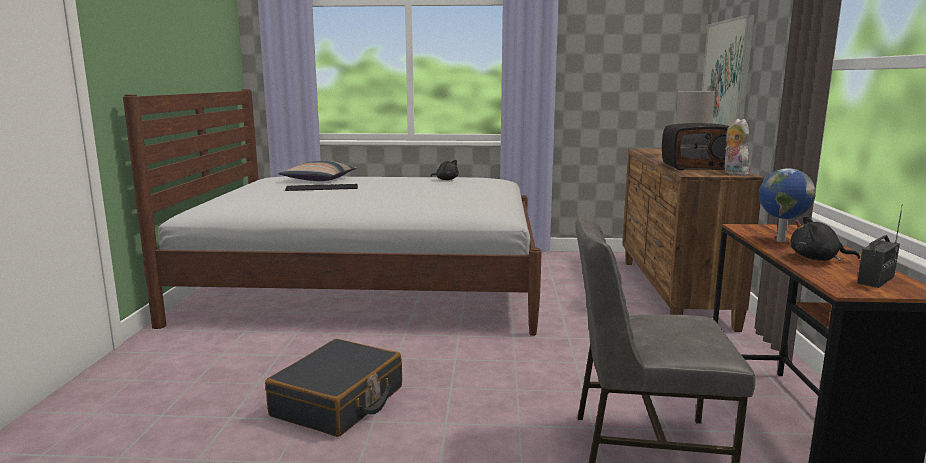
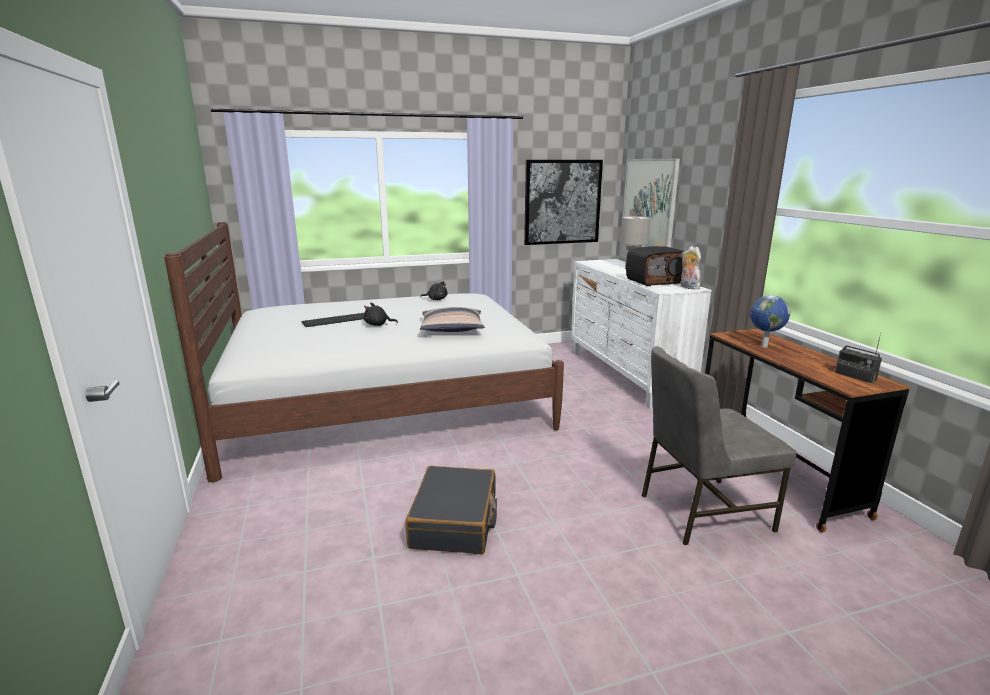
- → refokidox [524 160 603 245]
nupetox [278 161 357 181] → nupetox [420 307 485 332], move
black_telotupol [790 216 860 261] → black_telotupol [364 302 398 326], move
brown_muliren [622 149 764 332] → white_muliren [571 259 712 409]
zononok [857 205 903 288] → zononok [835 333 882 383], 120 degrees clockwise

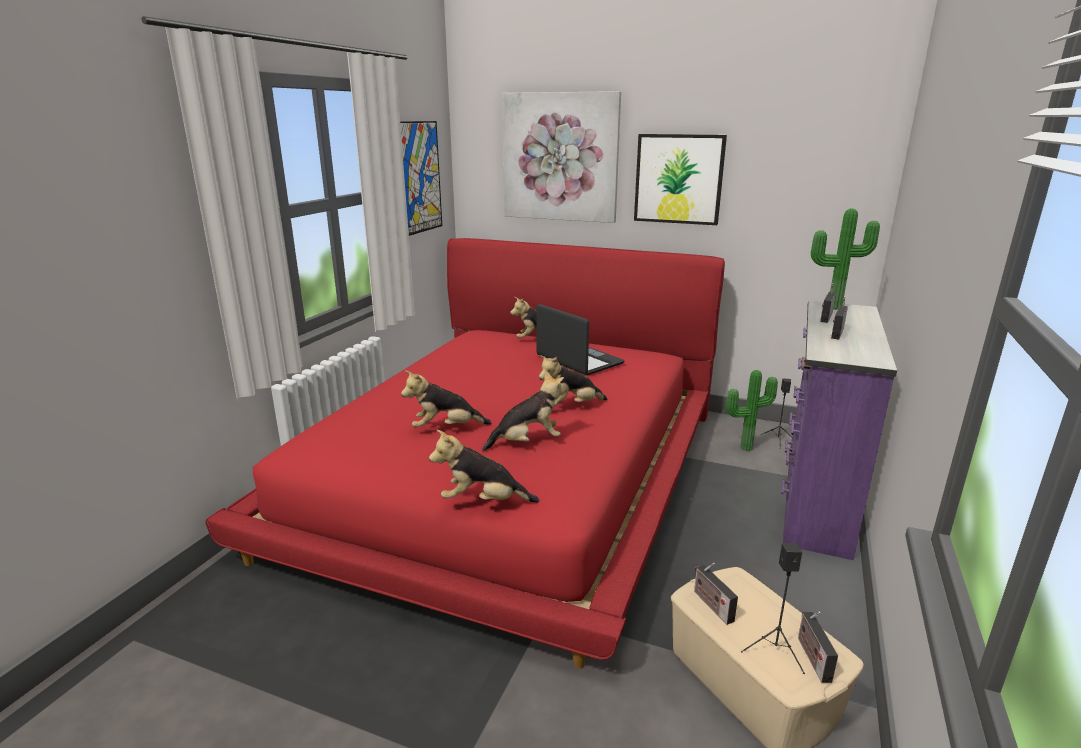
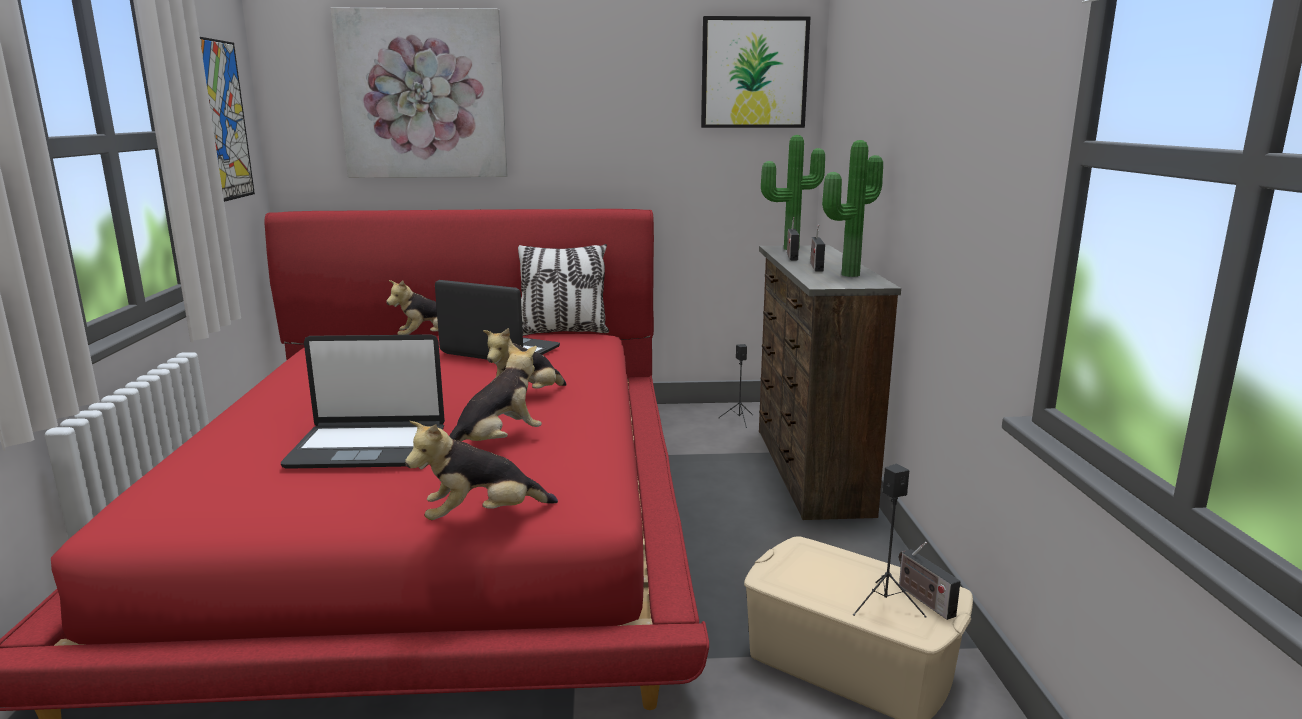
zononok [694 563 738 625] → -
- → nupetox [518 244 609 336]
refokidox [634 134 727 225] → refokidox [701 16 810 128], move
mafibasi [726 370 778 451] → mafibasi [822 140 883 277], move
telotupol [401 370 492 427] → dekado [281 334 445 469]
purple_muliren [781 301 897 560] → brown_muliren [759 245 901 520]

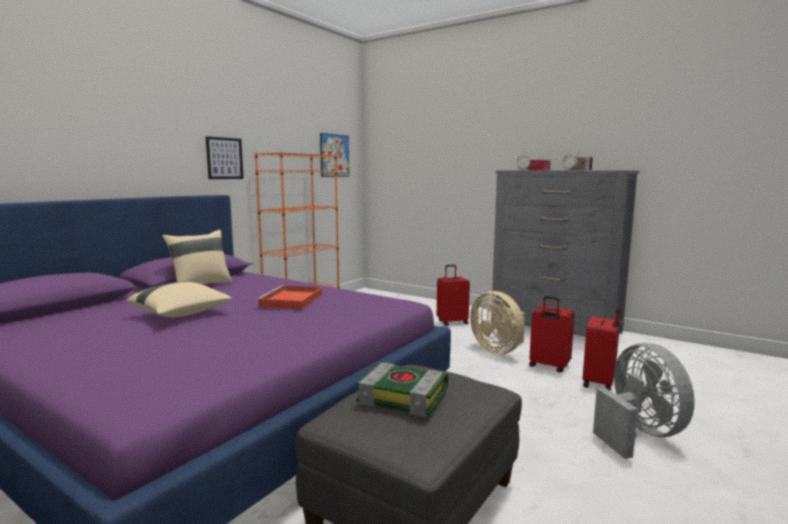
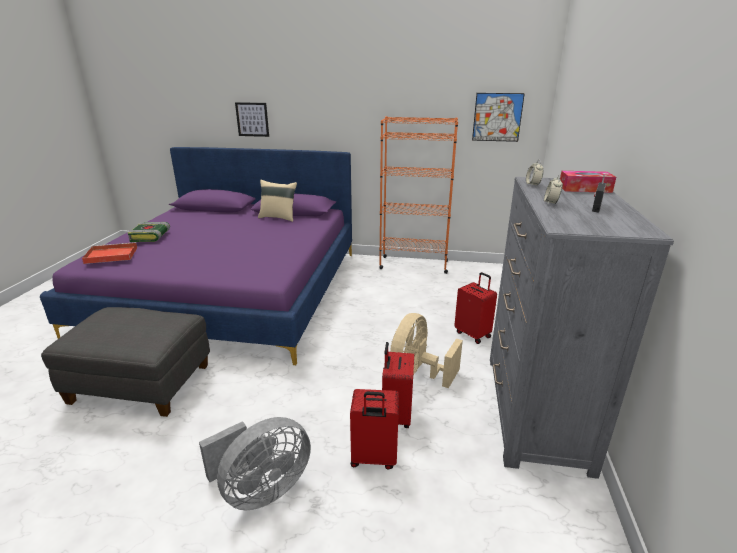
beige_nupetox [126 281 232 317] → -
refokidox [206 136 244 179] → refokidox [235 102 269 137], move
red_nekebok [256 285 322 309] → red_nekebok [82 242 138 264], move
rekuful [356 362 449 417] → rekuful [128 222 170 242], move

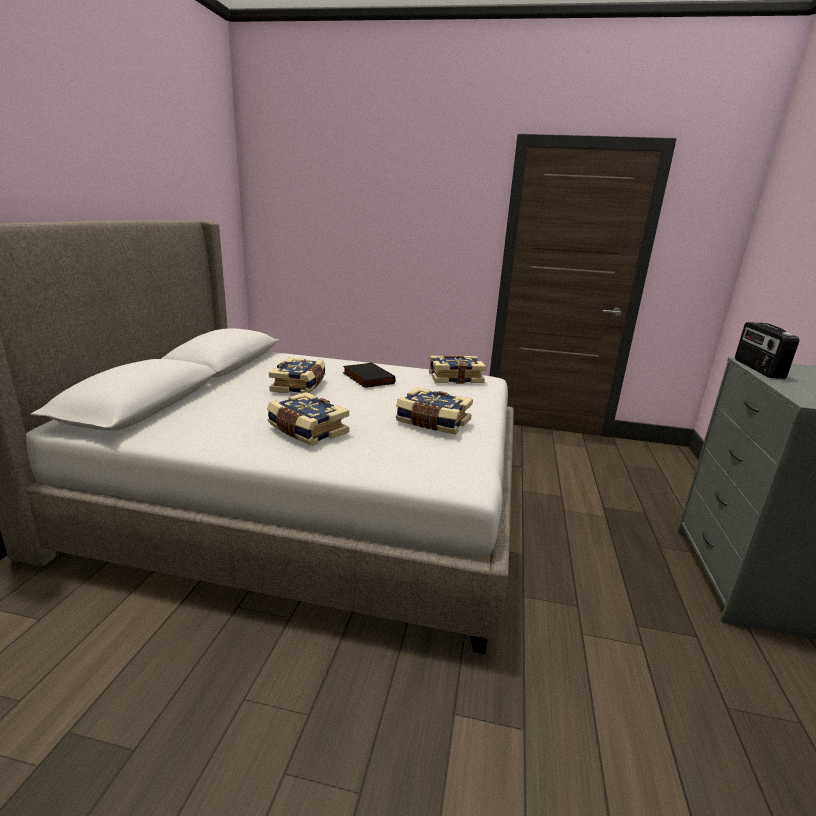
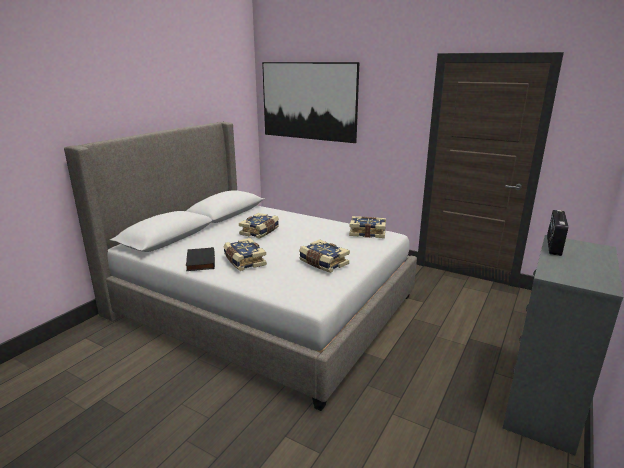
- → refokidox [262 62 359 143]
black_rekuful [343 362 396 388] → black_rekuful [186 247 215 271], move

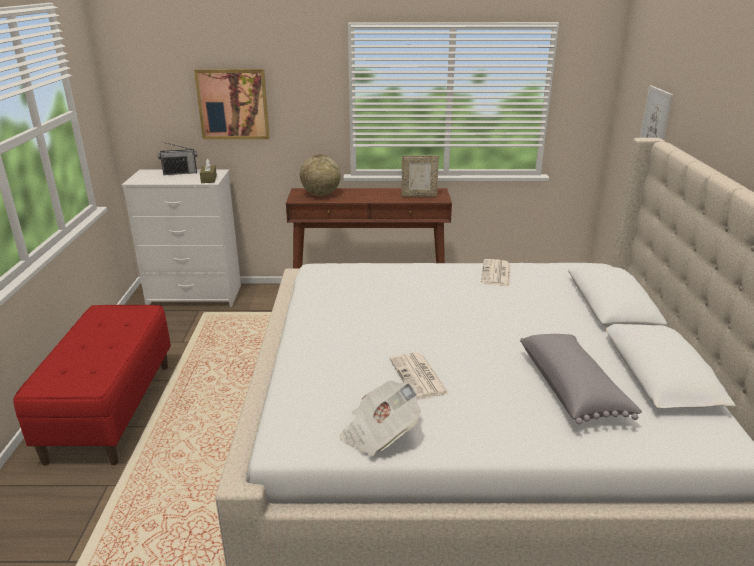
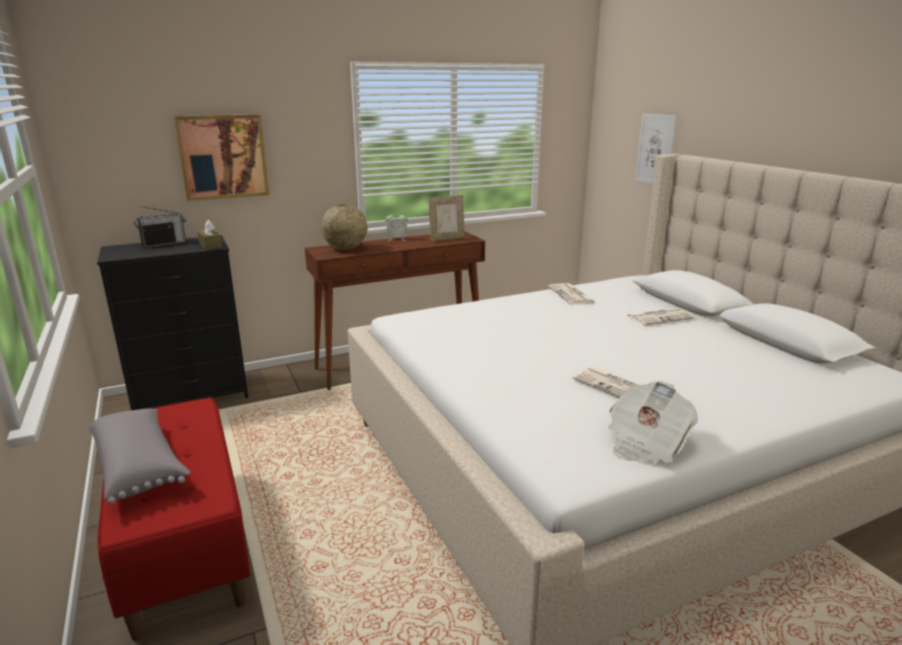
- → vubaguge [385 212 408 241]
- → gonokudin [627 308 694 326]
grey_nupetox [520 334 642 425] → grey_nupetox [89 409 190 504], move
white_muliren [122 169 241 307] → black_muliren [97 235 248 410]

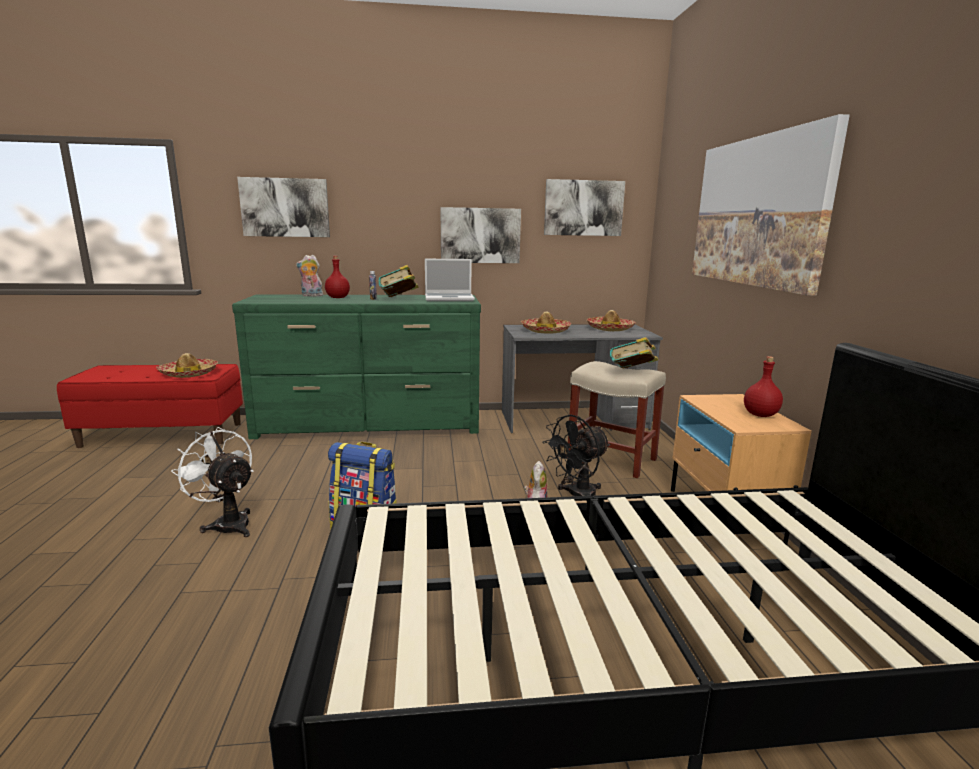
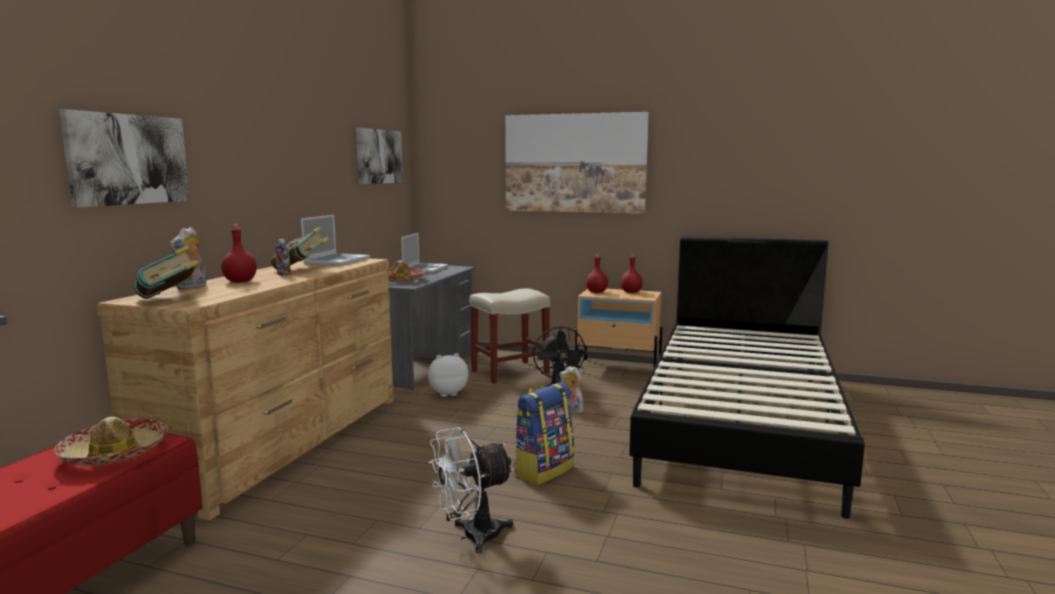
refokidox [441 207 521 263] → -
- → telotupol [428 353 468 397]
- → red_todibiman [586 254 608 293]
rekuful [610 337 658 368] → rekuful [134 245 200 299], move
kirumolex [587 310 636 331] → dekado [401 233 448 273]
green_muliren [232 294 481 439] → brown_muliren [97 259 393 521]

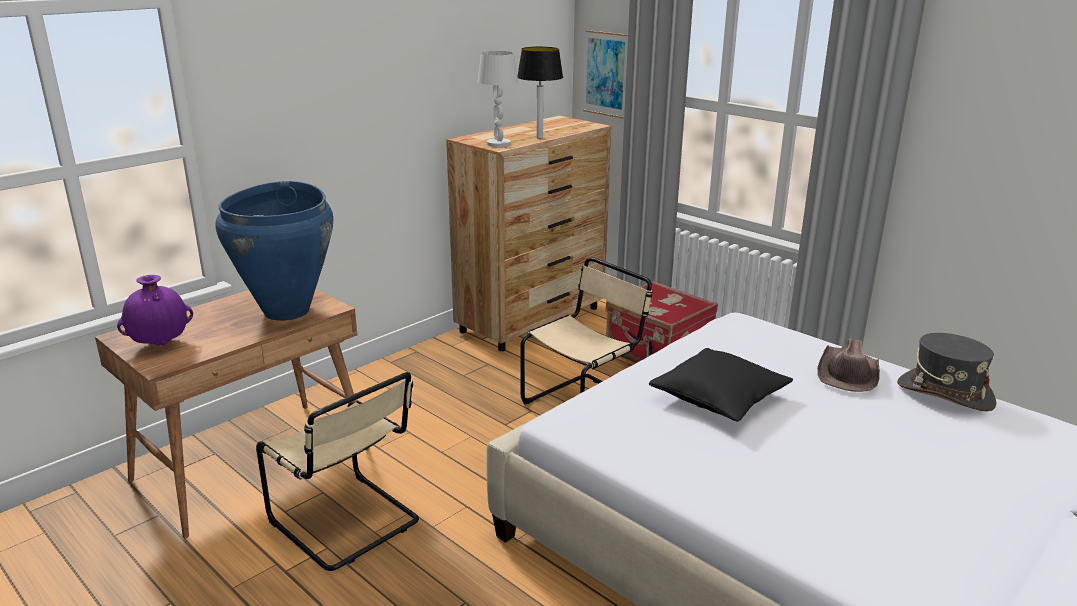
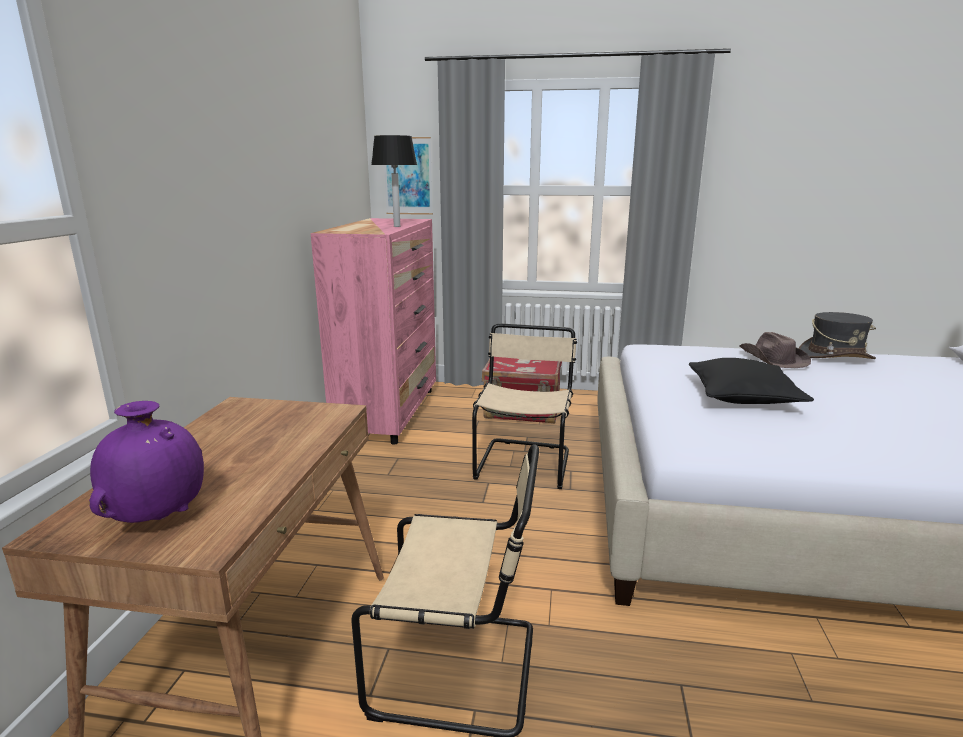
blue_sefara [215 181 333 321] → -
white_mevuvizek [478 51 518 147] → -
brown_muliren [446 116 612 351] → pink_muliren [311 218 436 445]

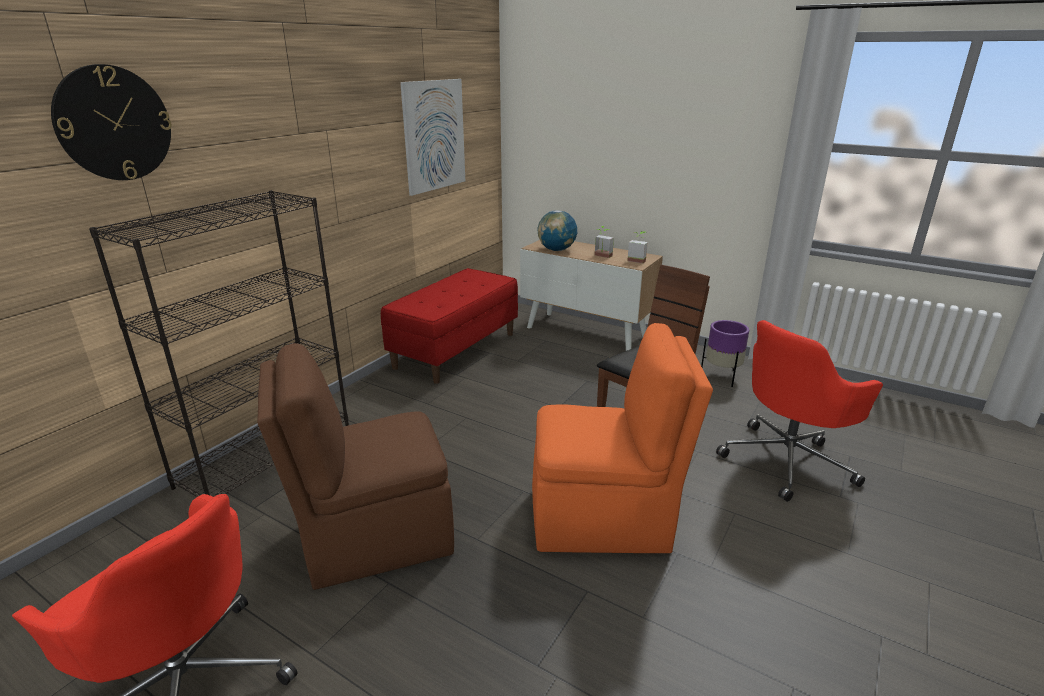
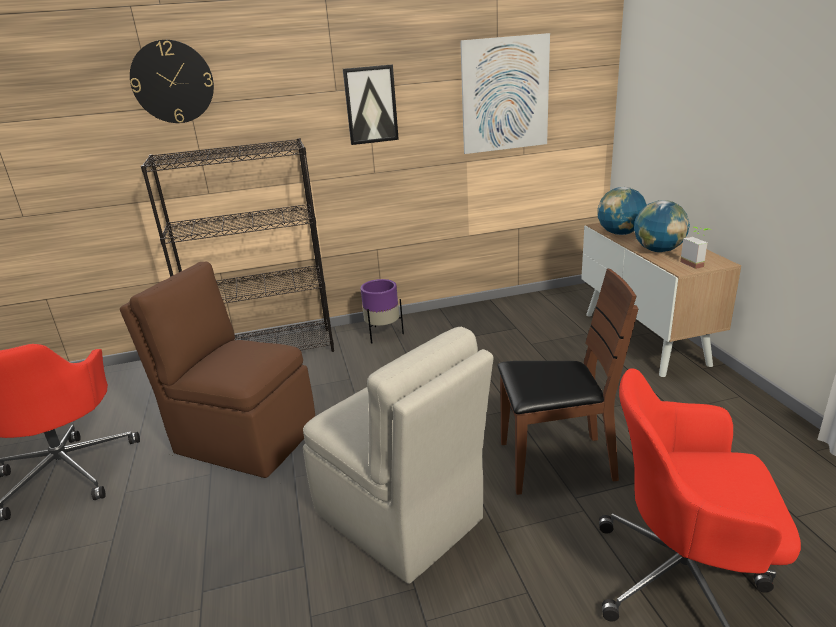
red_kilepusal [381 268 518 384] → -
- → refokidox [343 65 399 145]
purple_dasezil [701 320 749 387] → purple_dasezil [361 279 404 344], move
mafibasi [595 226 614 258] → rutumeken [634 200 690 252]
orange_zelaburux [532 323 713 553] → beige_zelaburux [303 327 494 584]

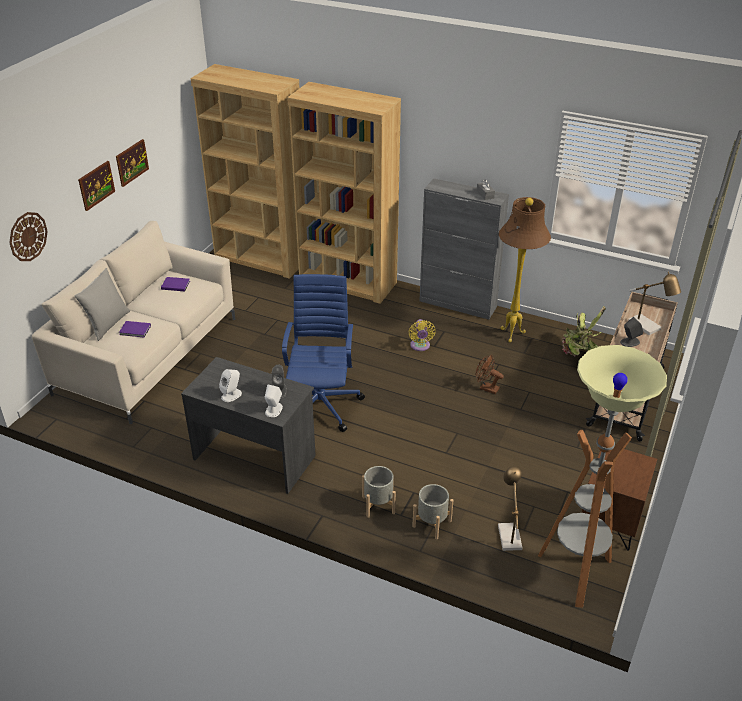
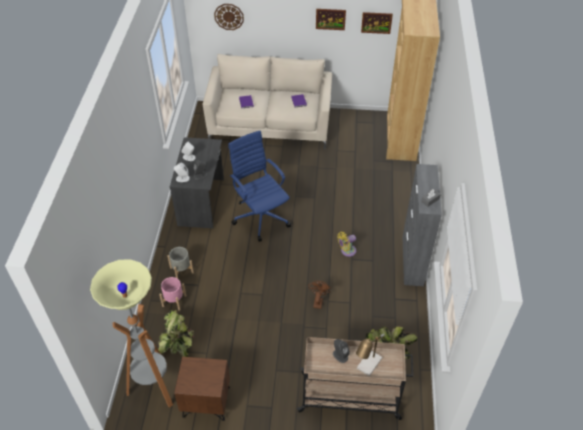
grey_nupetox [75 268 130 341] → -
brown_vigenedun [287 82 401 304] → -
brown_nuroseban [499 197 551 343] → -
refokidox [78 161 115 211] → refokidox [361 12 393 34], move
mevuvizek [498 466 522 551] → mafibasi [158 310 194 357]
grey_dasezil [412 484 453 539] → pink_dasezil [159 277 186 311]
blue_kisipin [282 274 365 432] → blue_kisipin [228 131 291 242], 105 degrees counterclockwise

